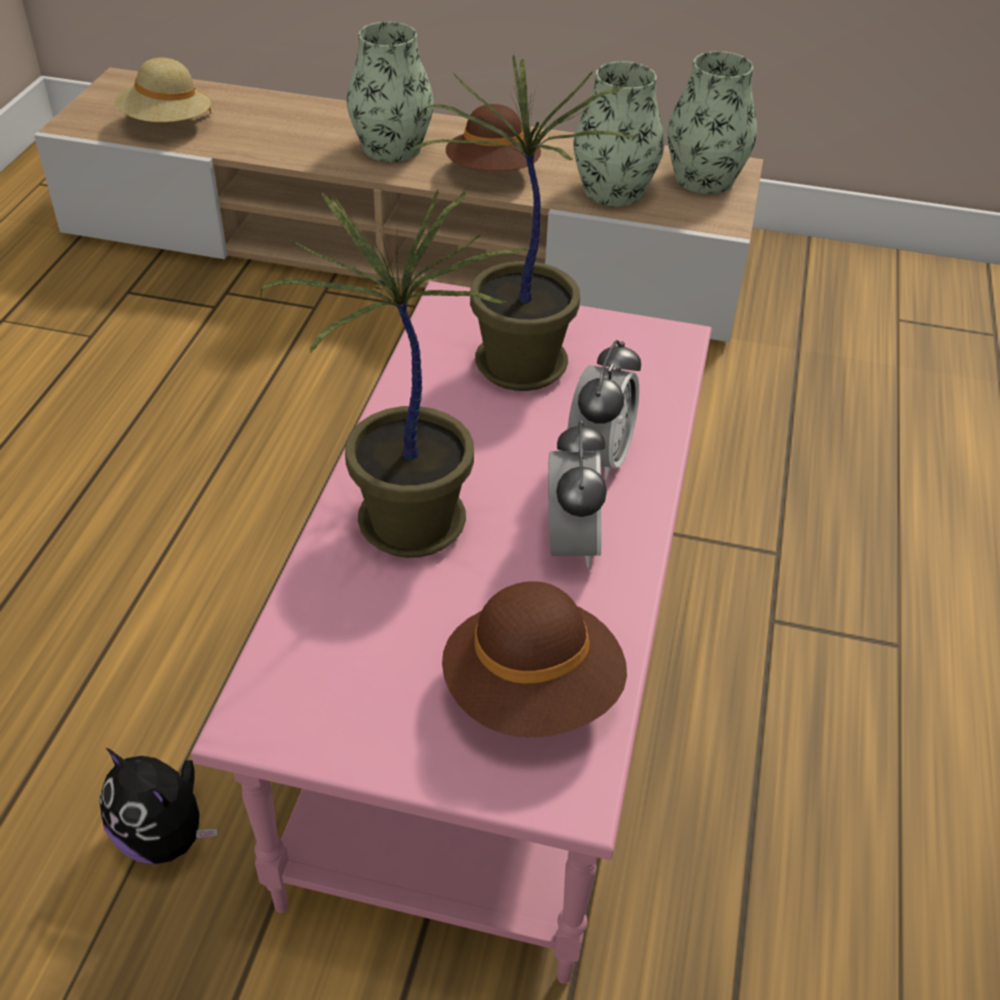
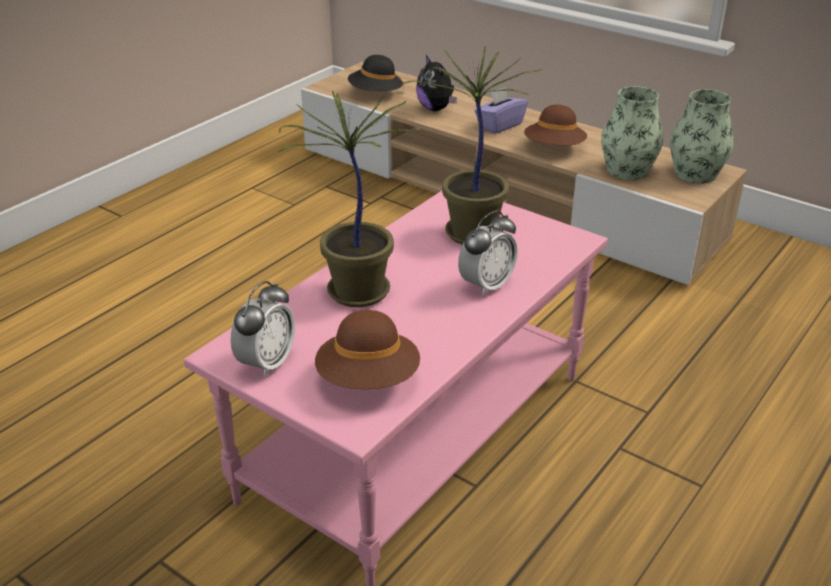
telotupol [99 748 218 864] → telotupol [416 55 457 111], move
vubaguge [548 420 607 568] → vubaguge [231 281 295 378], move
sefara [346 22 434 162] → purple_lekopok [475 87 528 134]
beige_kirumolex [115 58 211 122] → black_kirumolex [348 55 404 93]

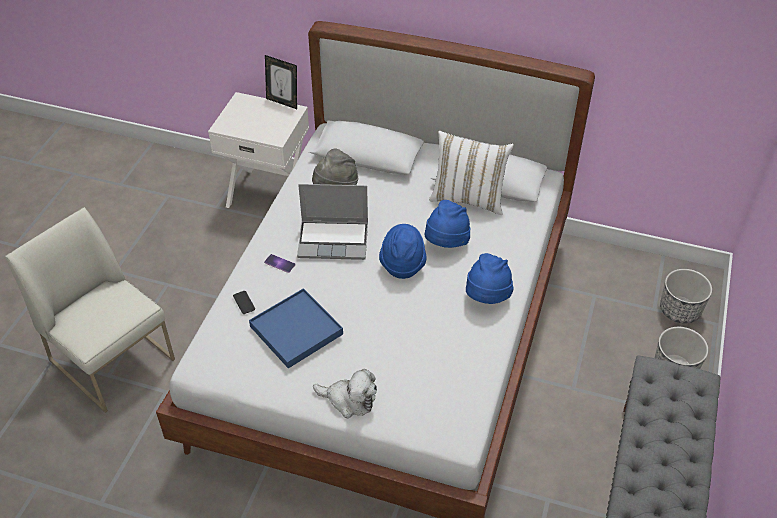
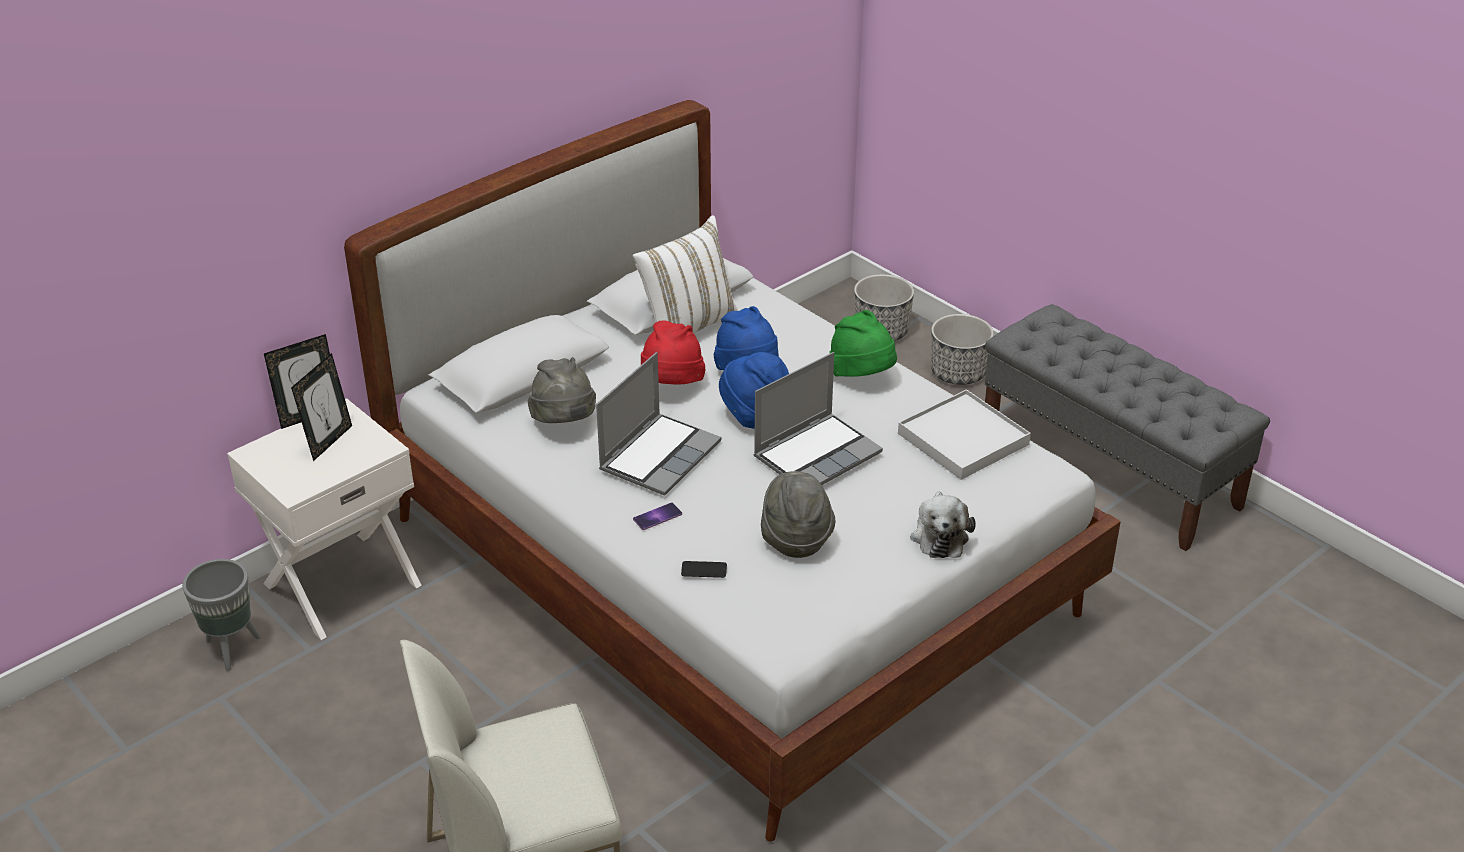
- → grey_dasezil [182 559 261 671]
- → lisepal [291 353 352 461]
- → red_kirumolex [641 320 705 385]
- → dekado [754 352 883 485]
- → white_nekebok [898 389 1031 480]
blue_nekebok [249 288 343 368] → grey_kirumolex [761 471 835 558]
blue_kirumolex [466 253 514 304] → green_kirumolex [829 310 897 377]
telotupol [313 369 377 418] → telotupol [910 491 976 558], 135 degrees clockwise

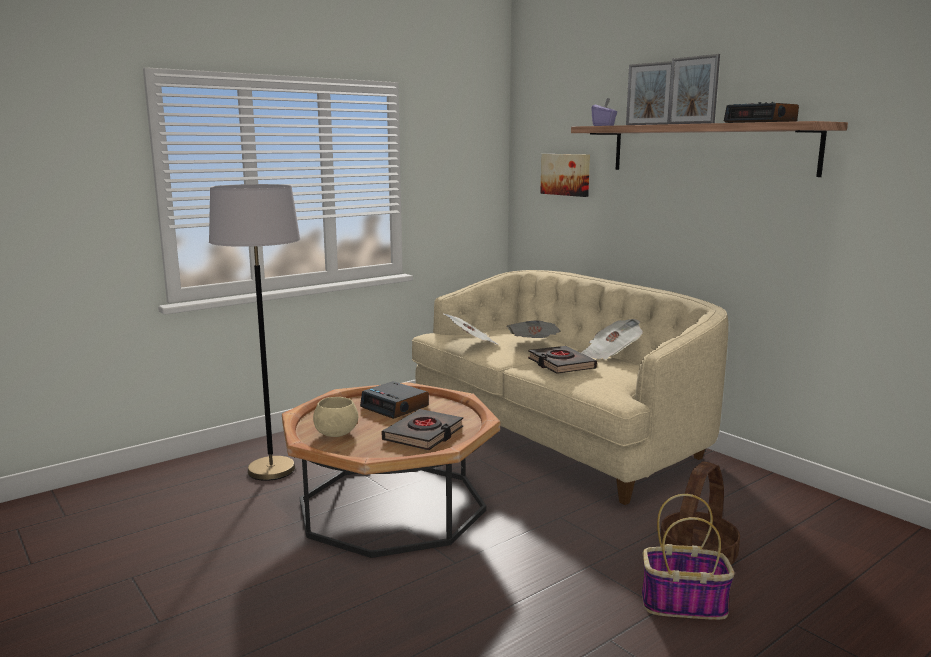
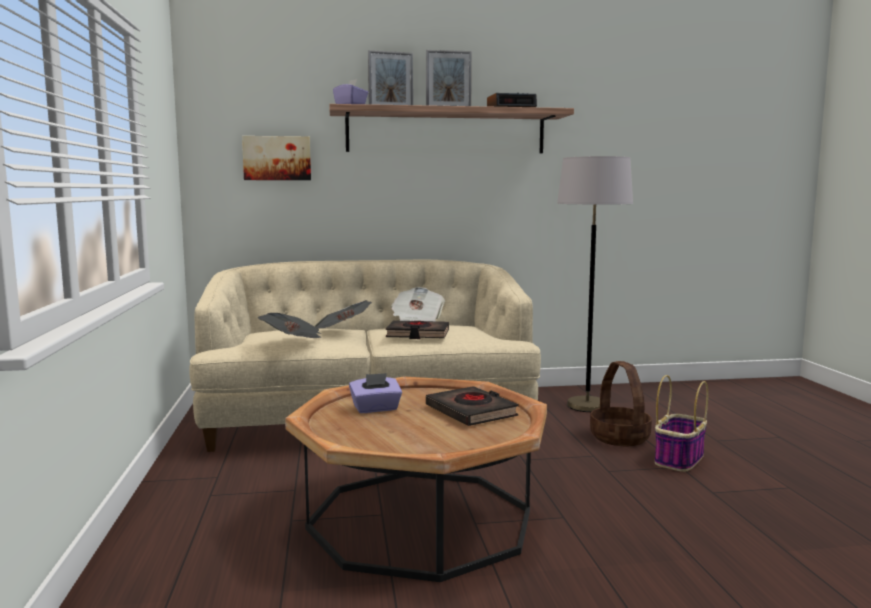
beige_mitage [313 397 358 437] → -
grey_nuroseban [209 184 300 481] → grey_nuroseban [557 156 633 412], move
vubaguge [360 381 429 419] → purple_lekopok [349 373 402 413]

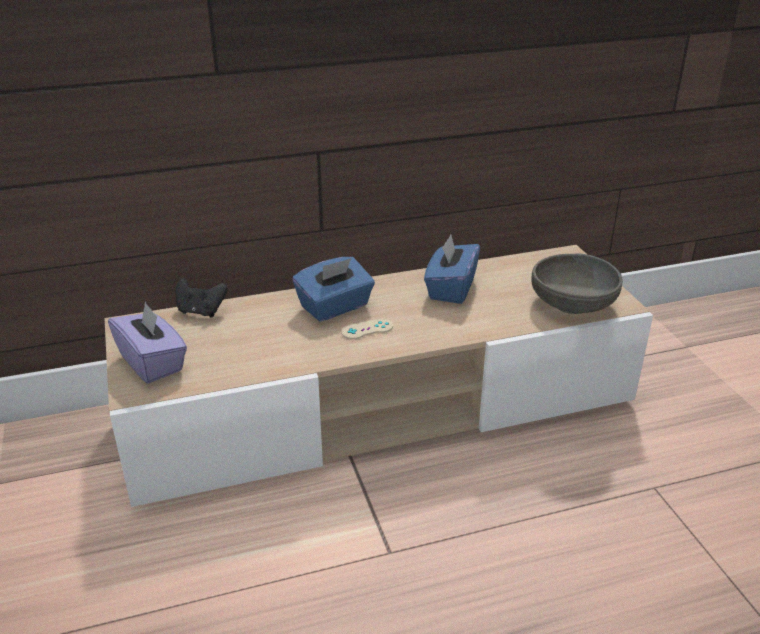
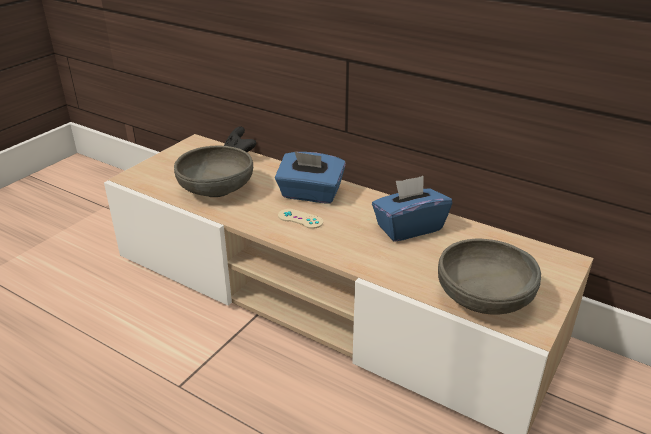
purple_lekopok [108 301 187 384] → -
- → grey_mitage [174 145 253 197]

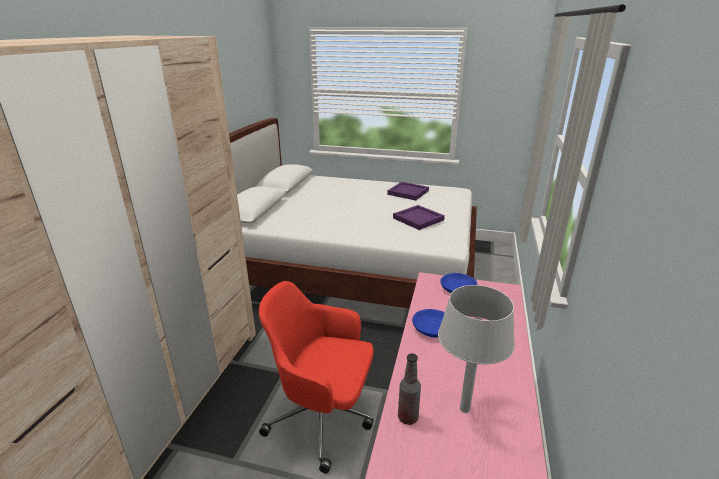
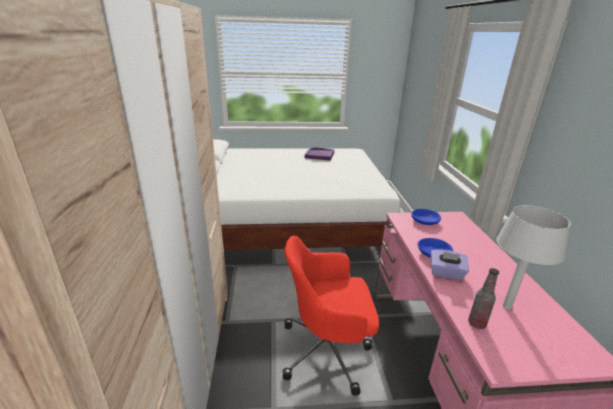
purple_nekebok [393 205 445 230] → -
- → purple_lekopok [431 250 469 280]

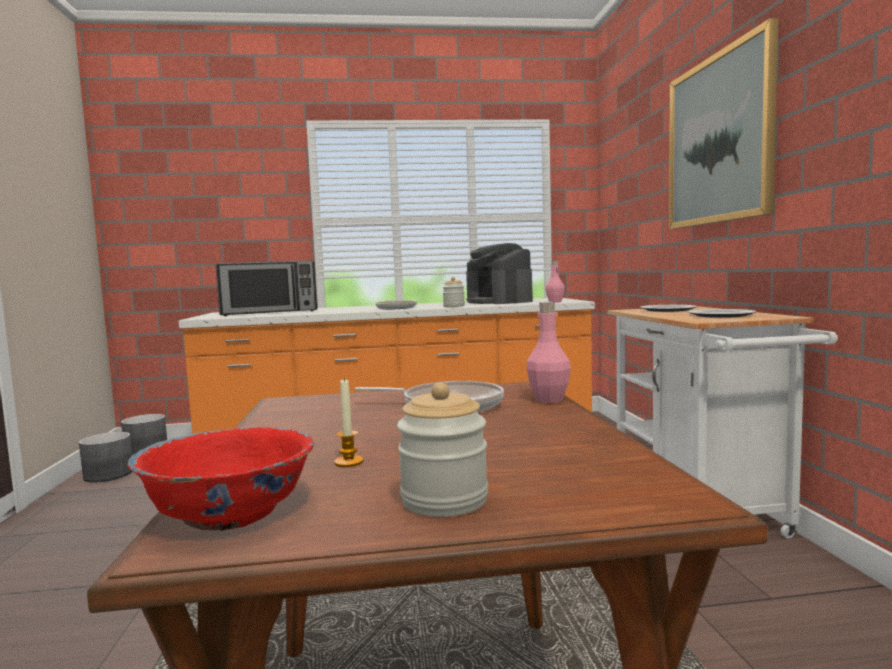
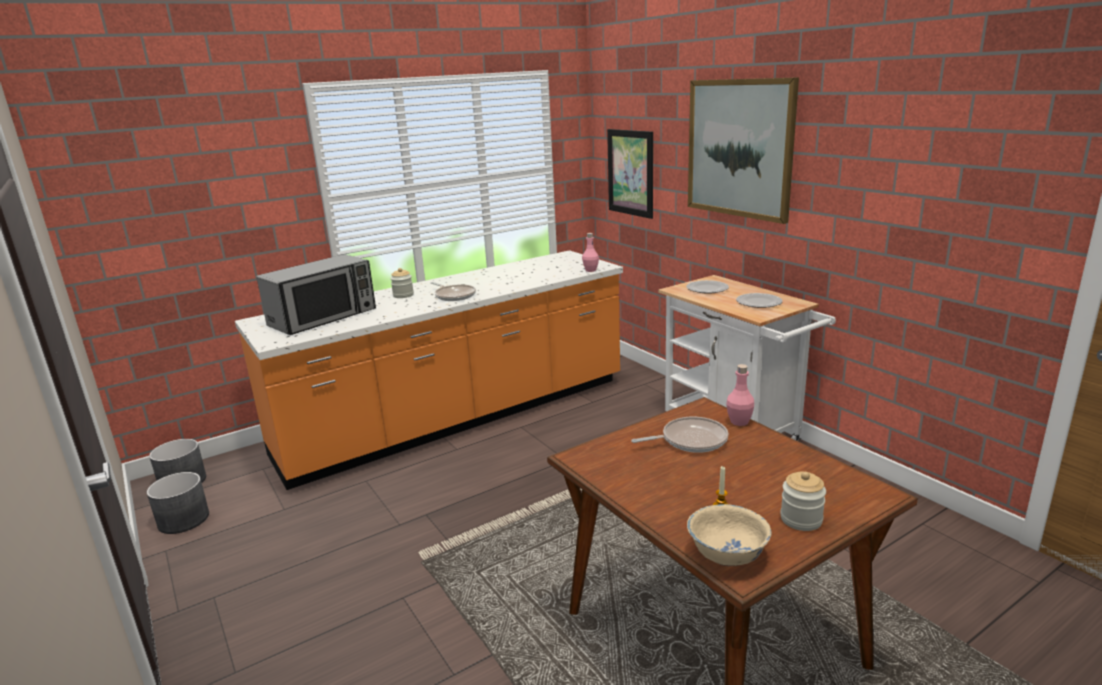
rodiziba [466 243 533 304] → -
- → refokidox [607 129 653 219]
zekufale [443 277 465 307] → zekufale [390 268 414 298], move
red_mitage [128 427 314 531] → beige_mitage [687 504 772 566]

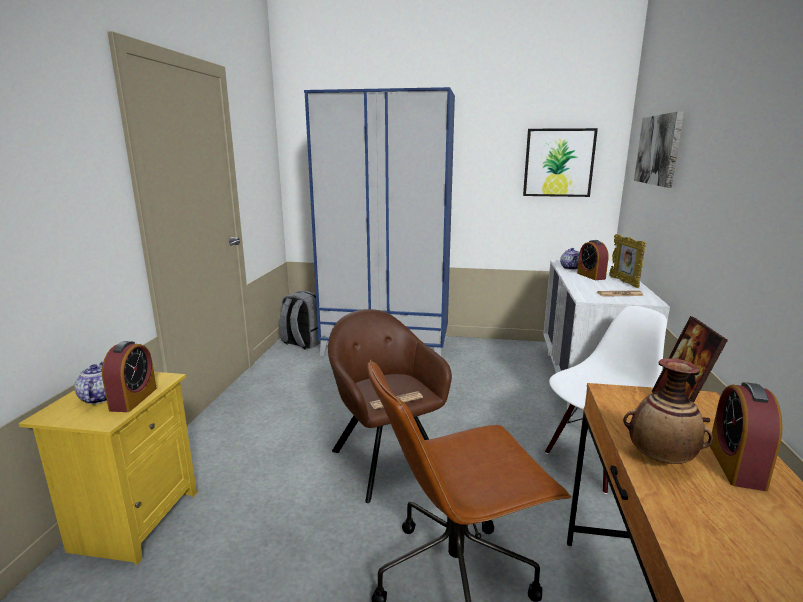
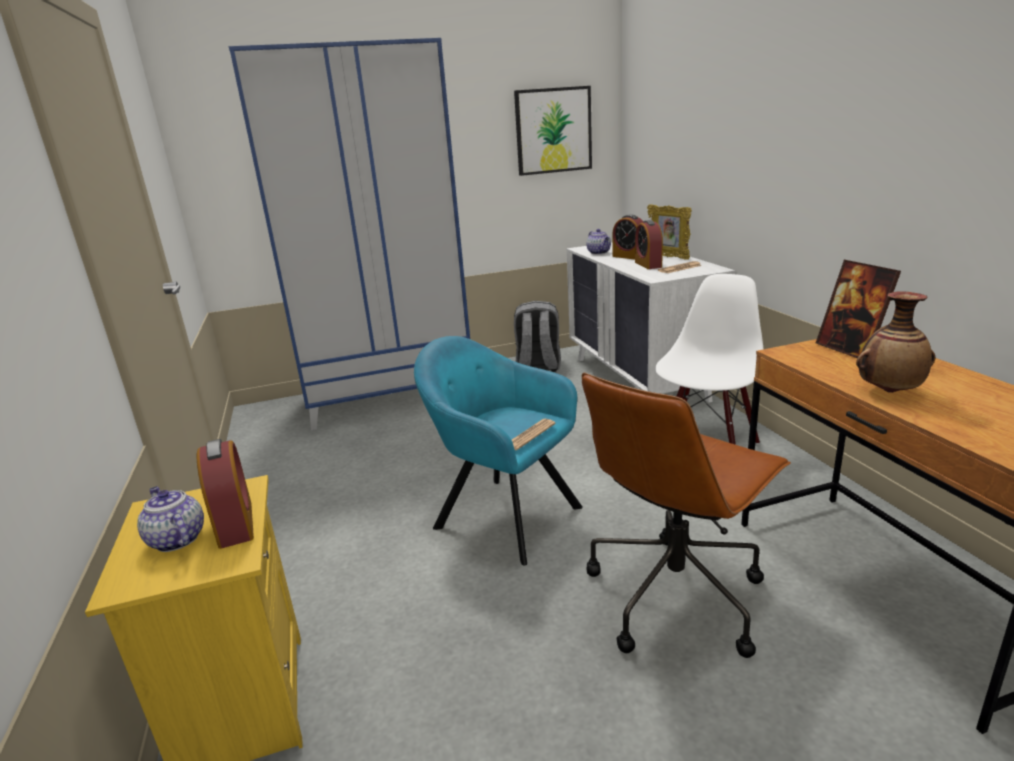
refokidox [634 111 684 187] → -
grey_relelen [279 291 321 349] → grey_relelen [514 301 561 372], move
vubaguge [710 382 783 491] → vubaguge [635 220 663 269], move
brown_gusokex [328 309 452 503] → turquoise_gusokex [414 336 583 566]

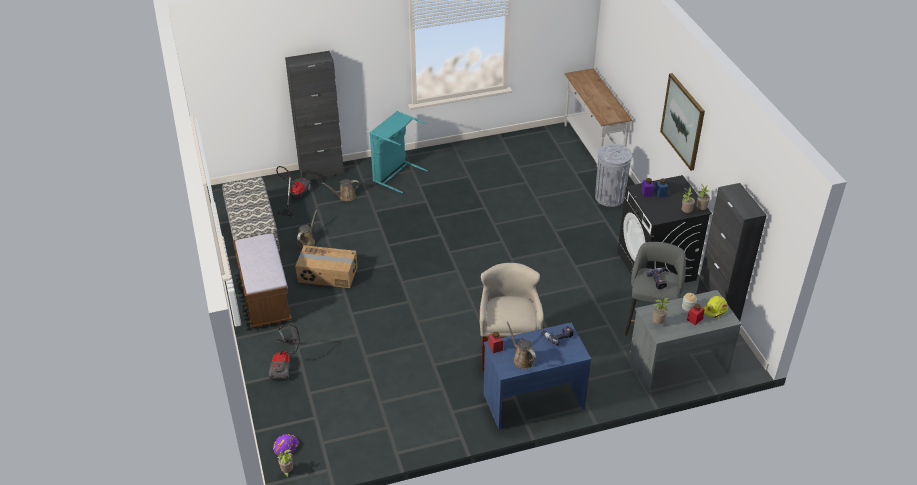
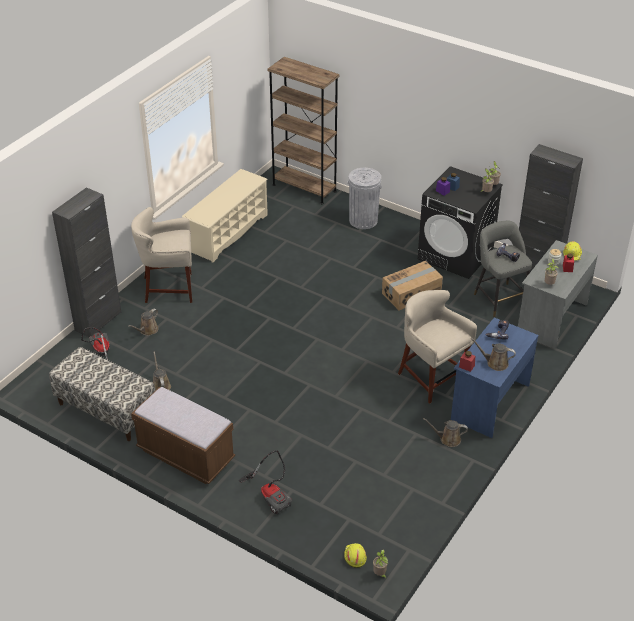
refokidox [660 73 705 171] → -
- → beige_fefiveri [182 169 268 263]
- → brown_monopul [423 418 468 447]
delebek [295 245 357 288] → delebek [382 261 443 310], move
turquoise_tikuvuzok [370 111 428 193] → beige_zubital [131 207 192 303]
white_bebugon [564 68 632 165] → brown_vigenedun [268 57 340 204]
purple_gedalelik [273 434 299 456] → yellow_gedalelik [344 543 367 568]

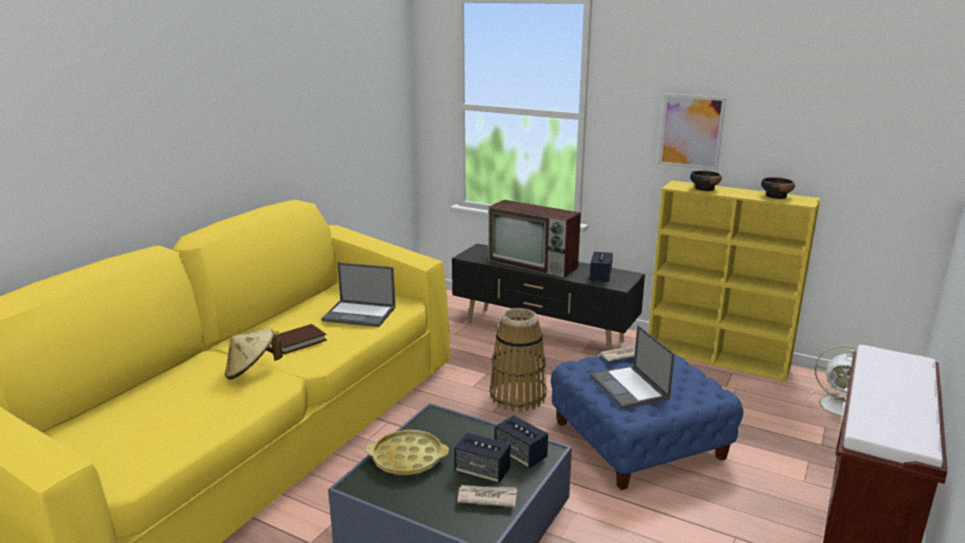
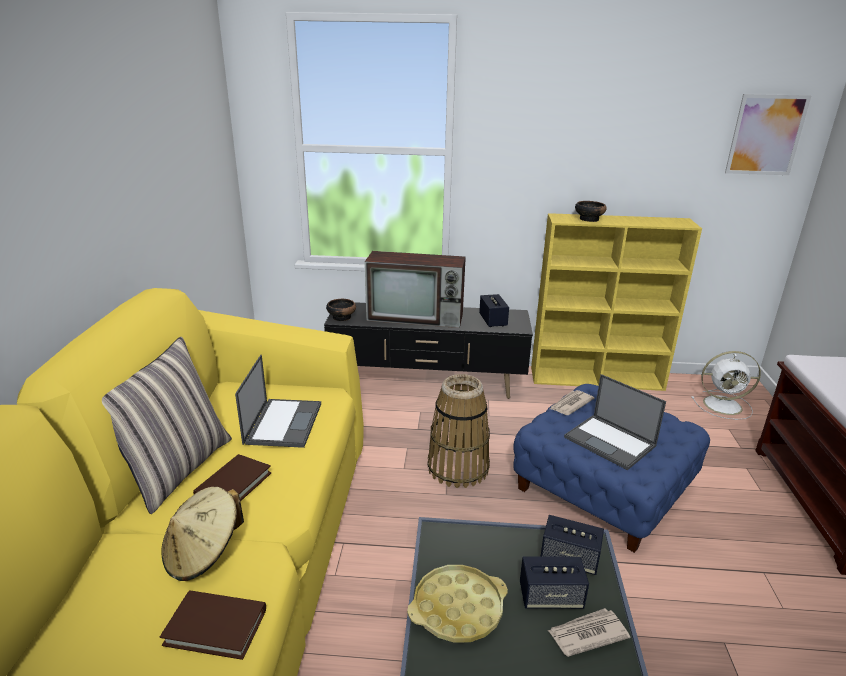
- → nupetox [102 337 232 514]
- → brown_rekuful [160 591 266 660]
refokidox [658 94 726 171] → refokidox [725 94 811 175], move
mitage [761 177 795 199] → mitage [326 299 356 321], move
dekado [321 263 395 327] → dekado [235 355 321 448], 75 degrees counterclockwise

